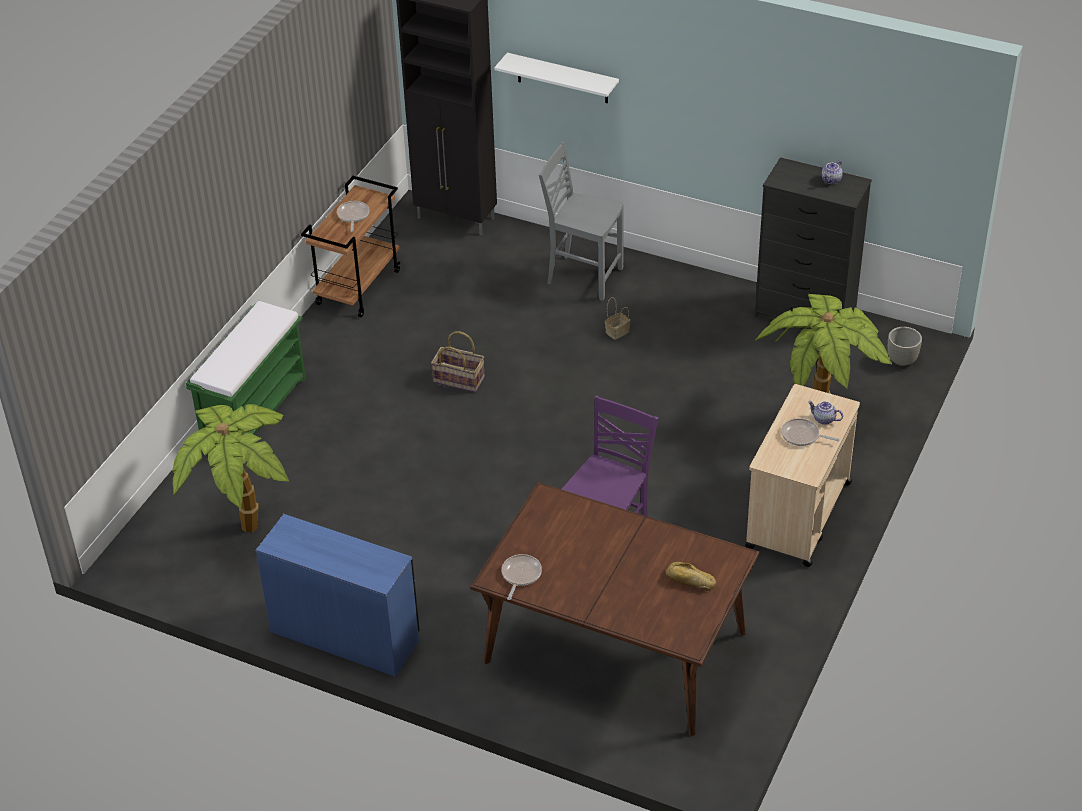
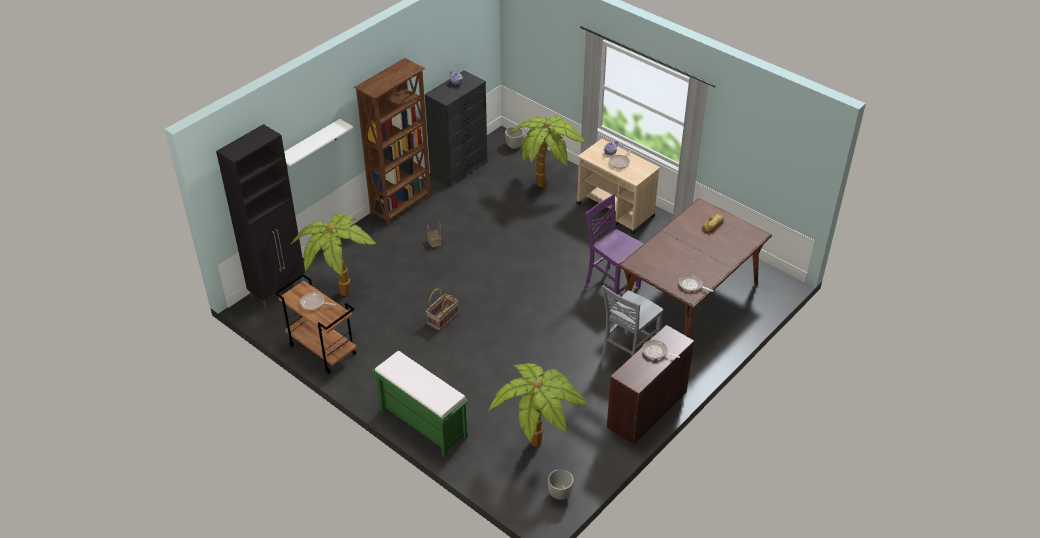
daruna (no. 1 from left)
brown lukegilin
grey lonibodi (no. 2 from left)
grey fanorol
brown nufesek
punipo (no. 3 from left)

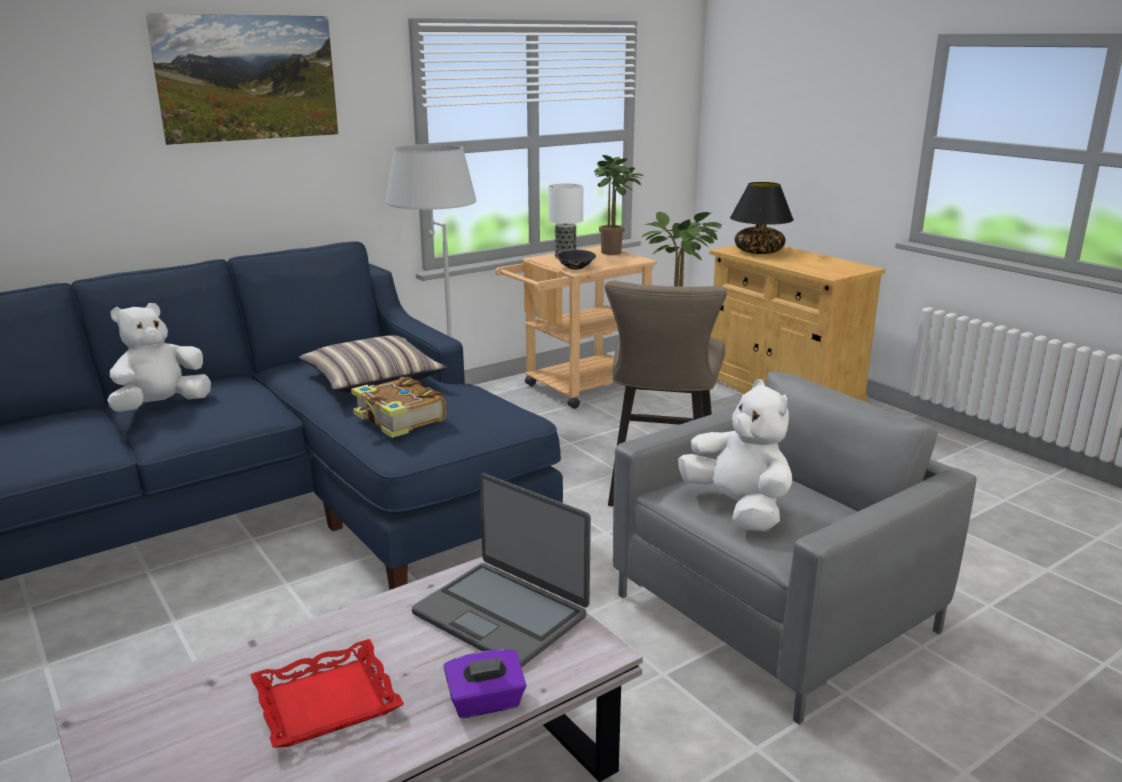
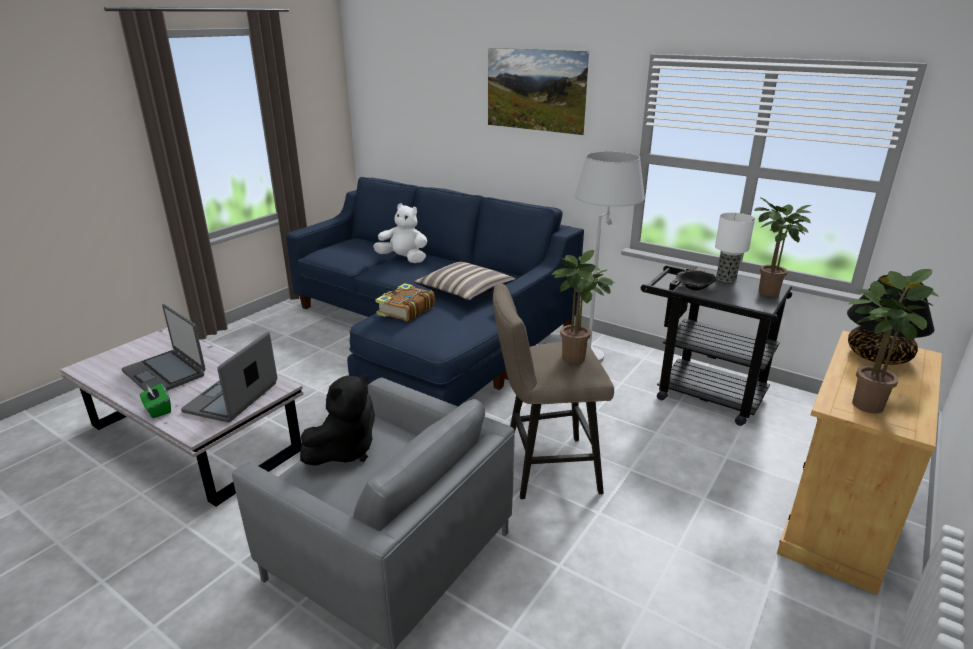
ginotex (no. 1 from left)
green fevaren
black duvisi
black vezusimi
daruna (no. 3 from left)

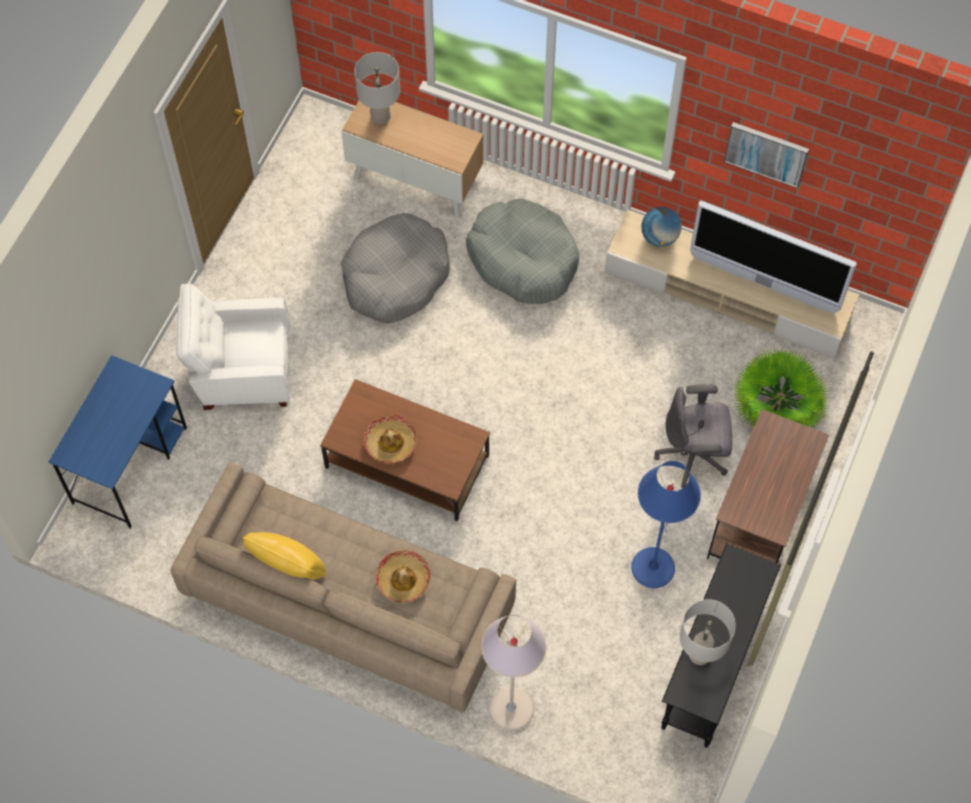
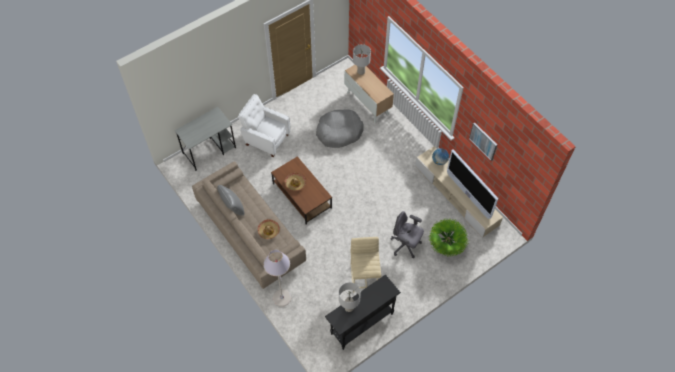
grey nufesek
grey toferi
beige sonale
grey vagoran (no. 2 from left in the first image)
brown nufesek

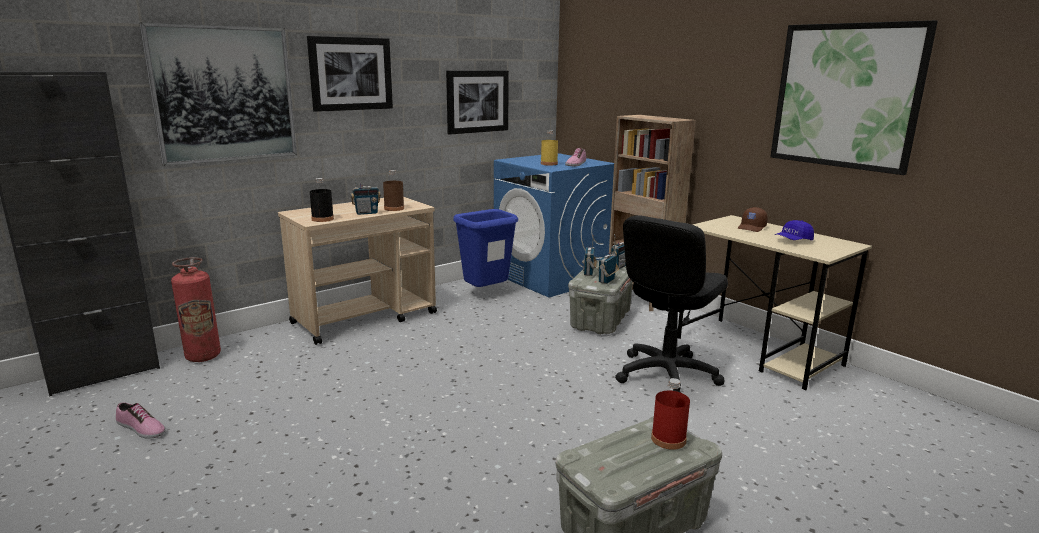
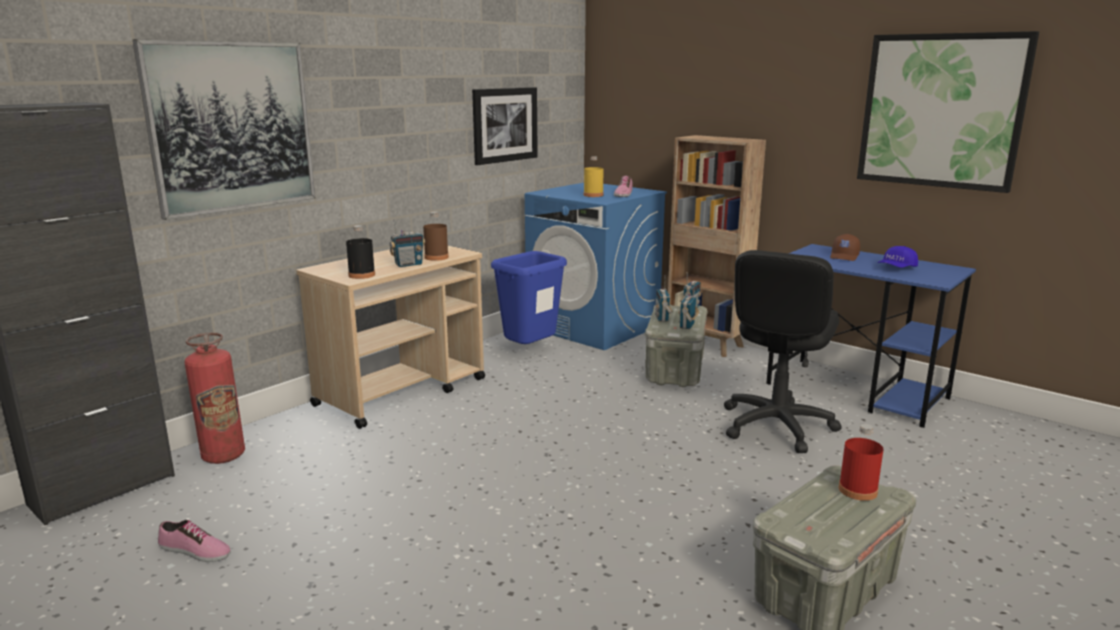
blue nufesek
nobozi (no. 2 from left in the first image)

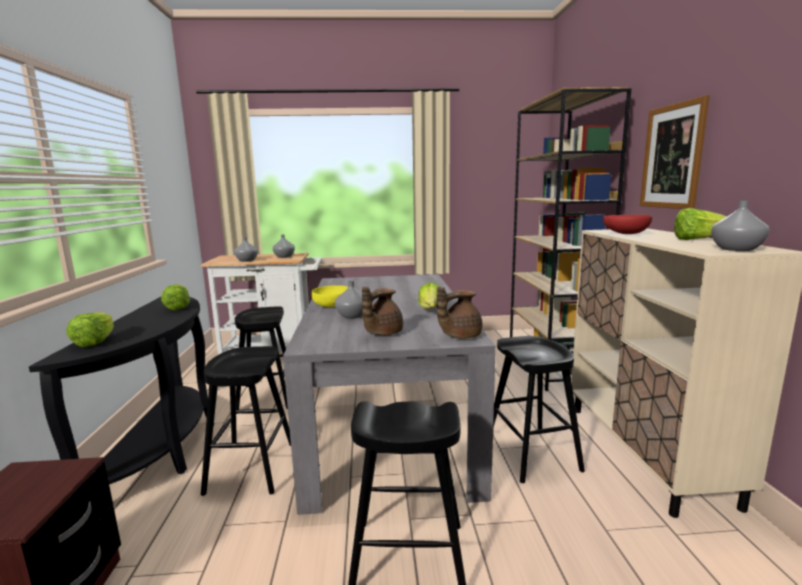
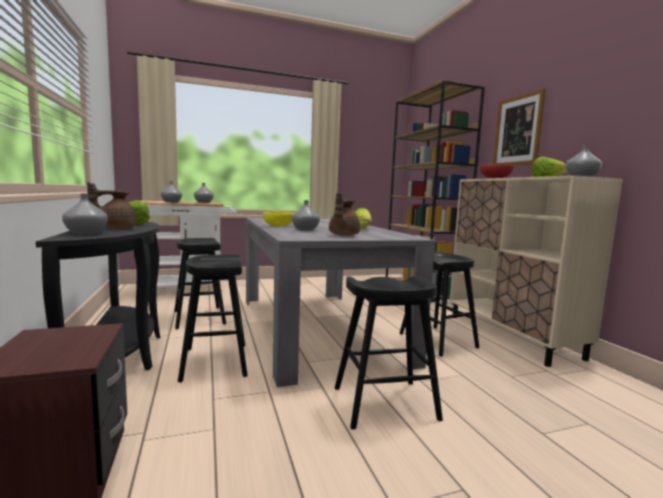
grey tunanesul (no. 1 from left)
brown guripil (no. 1 from left)

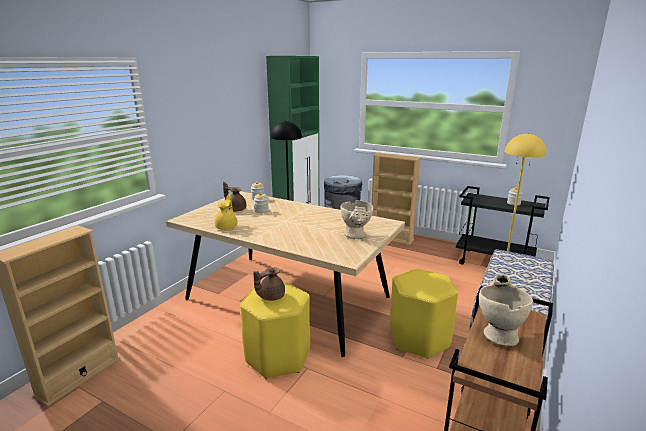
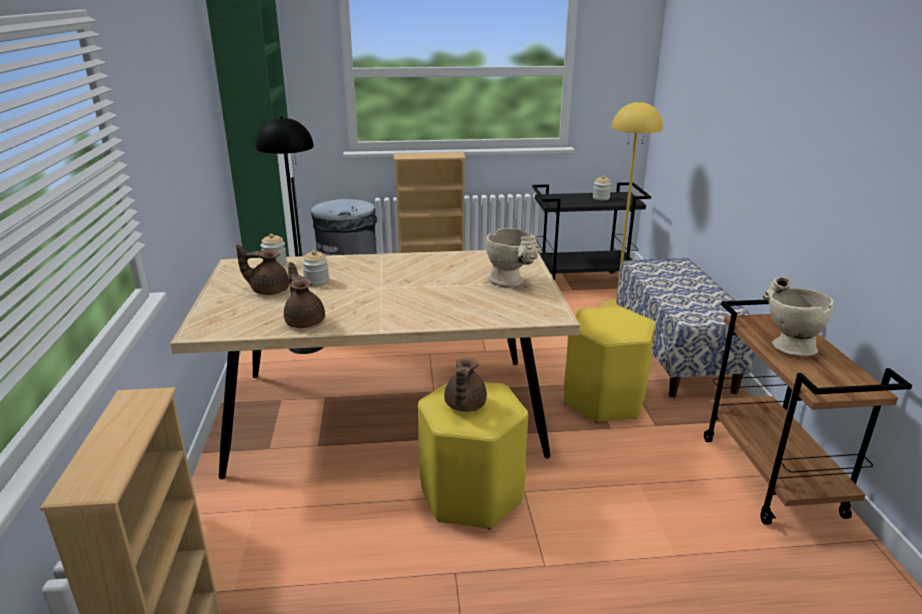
brown guripil (no. 2 from left)

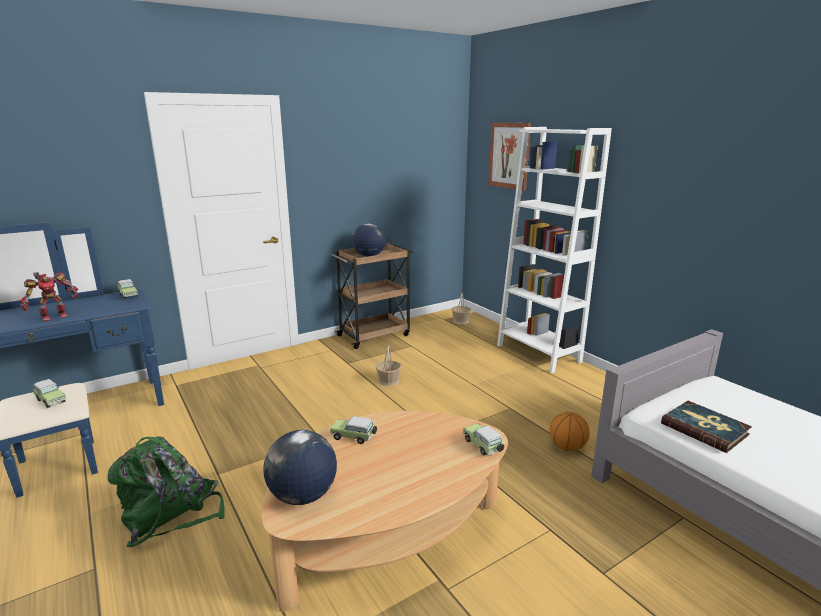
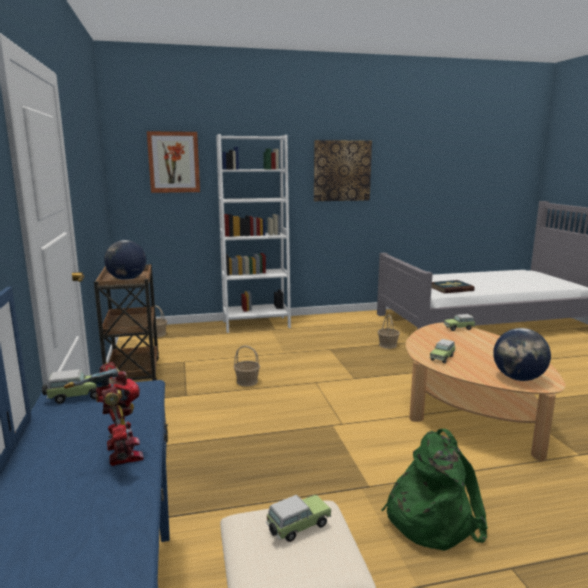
nobozi (no. 2 from left)
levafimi (no. 3 from left)

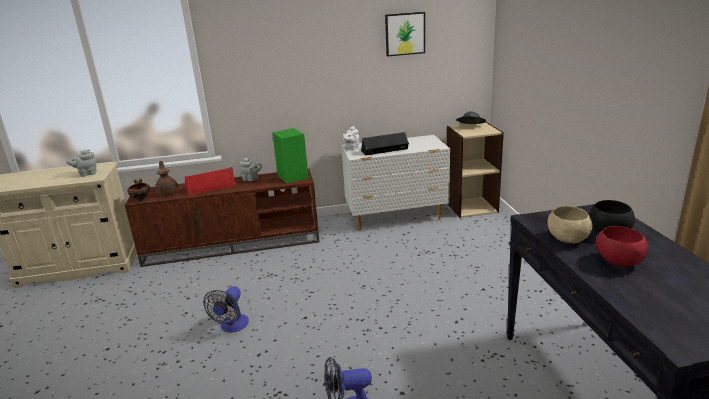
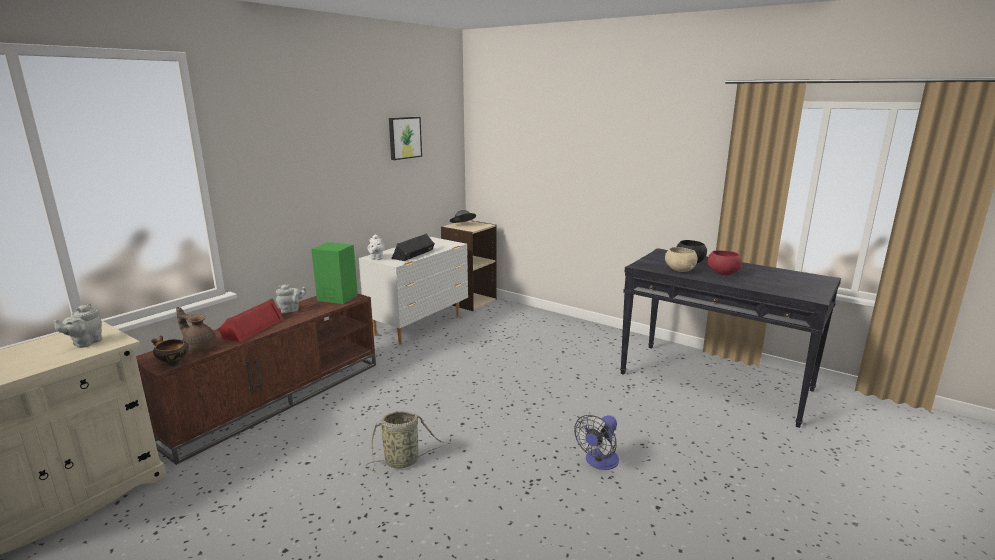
levafimi

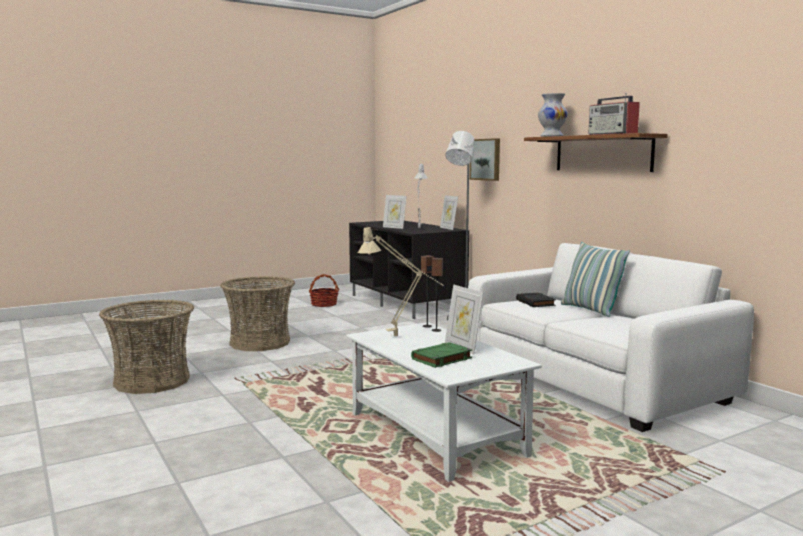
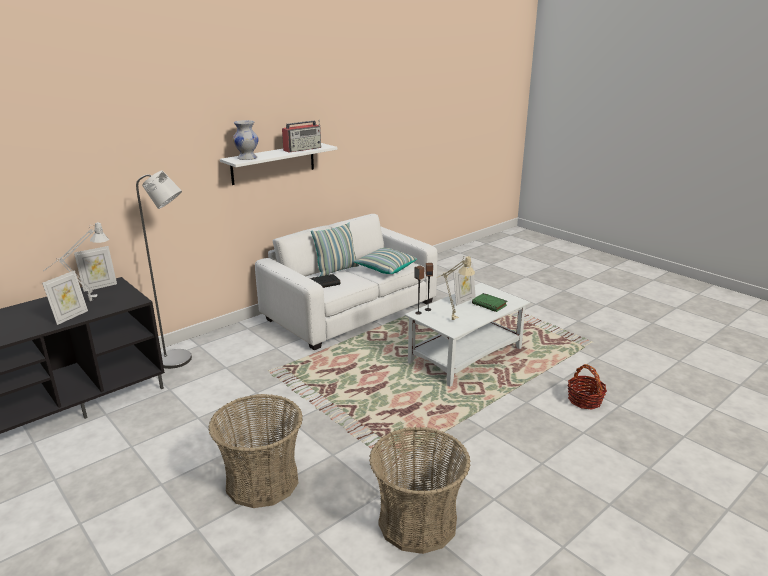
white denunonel
toferi (no. 2 from left)
levafimi (no. 3 from left)
nobozi

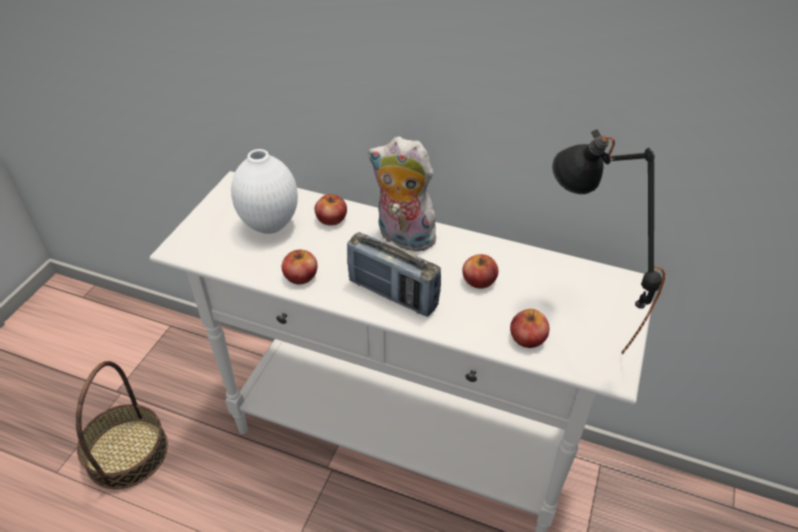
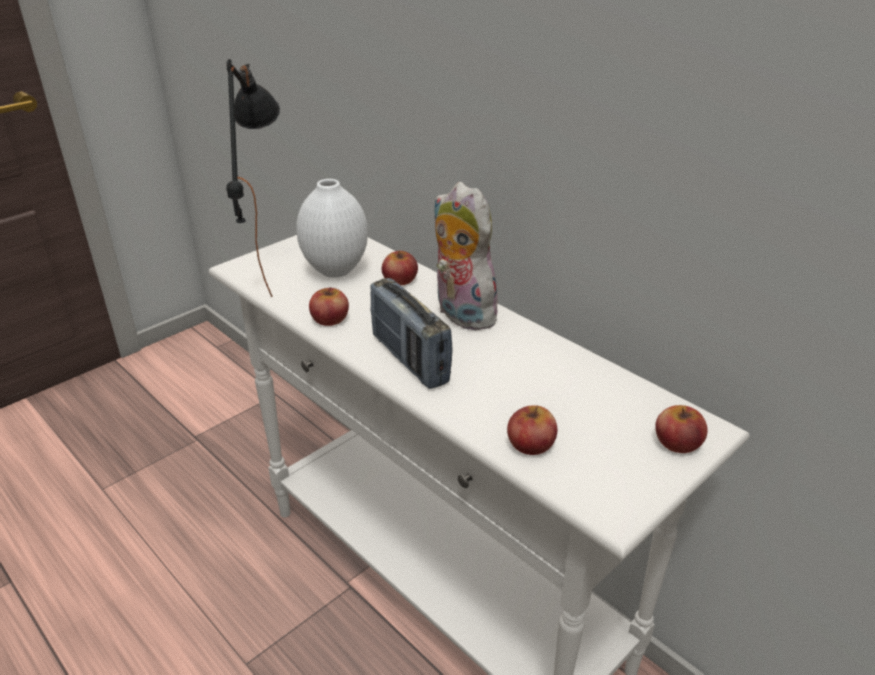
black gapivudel
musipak (no. 4 from left)
levafimi

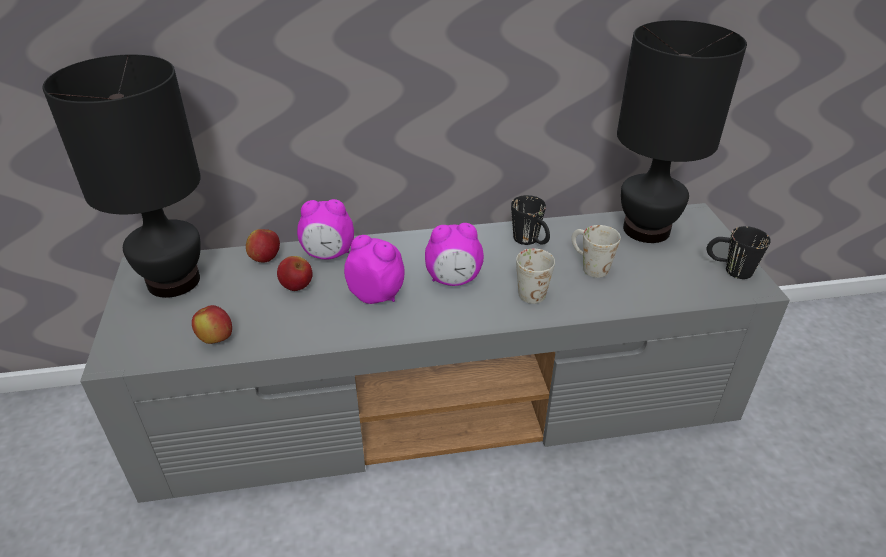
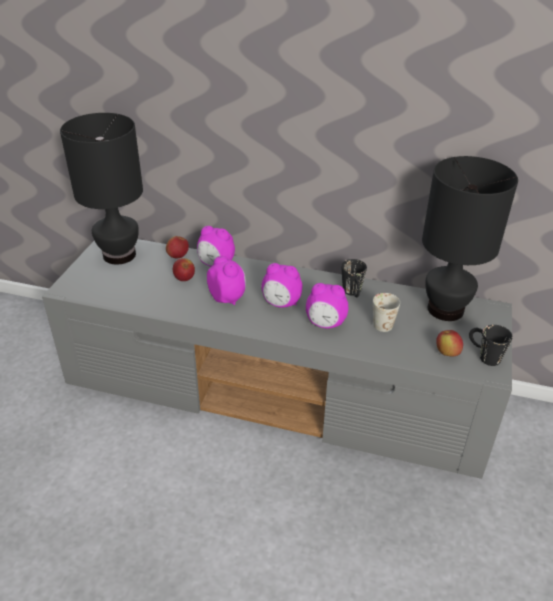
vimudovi (no. 4 from left)
musipak (no. 3 from left)

